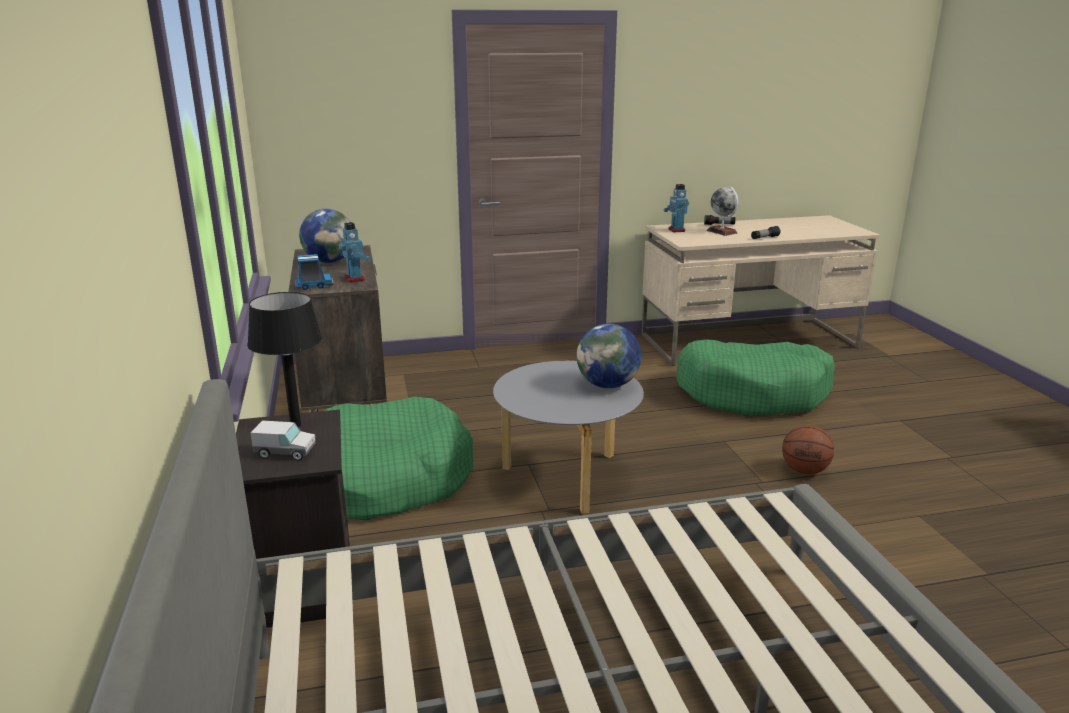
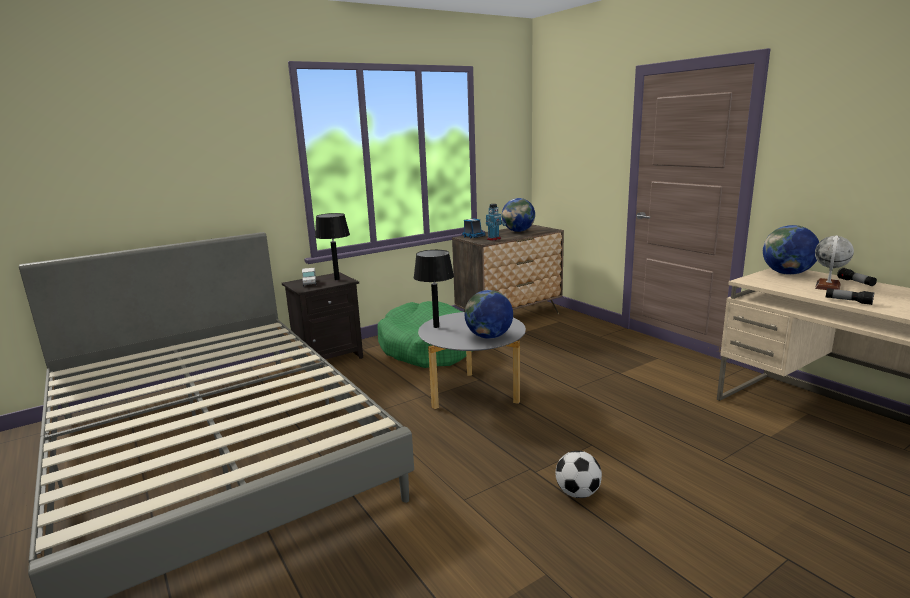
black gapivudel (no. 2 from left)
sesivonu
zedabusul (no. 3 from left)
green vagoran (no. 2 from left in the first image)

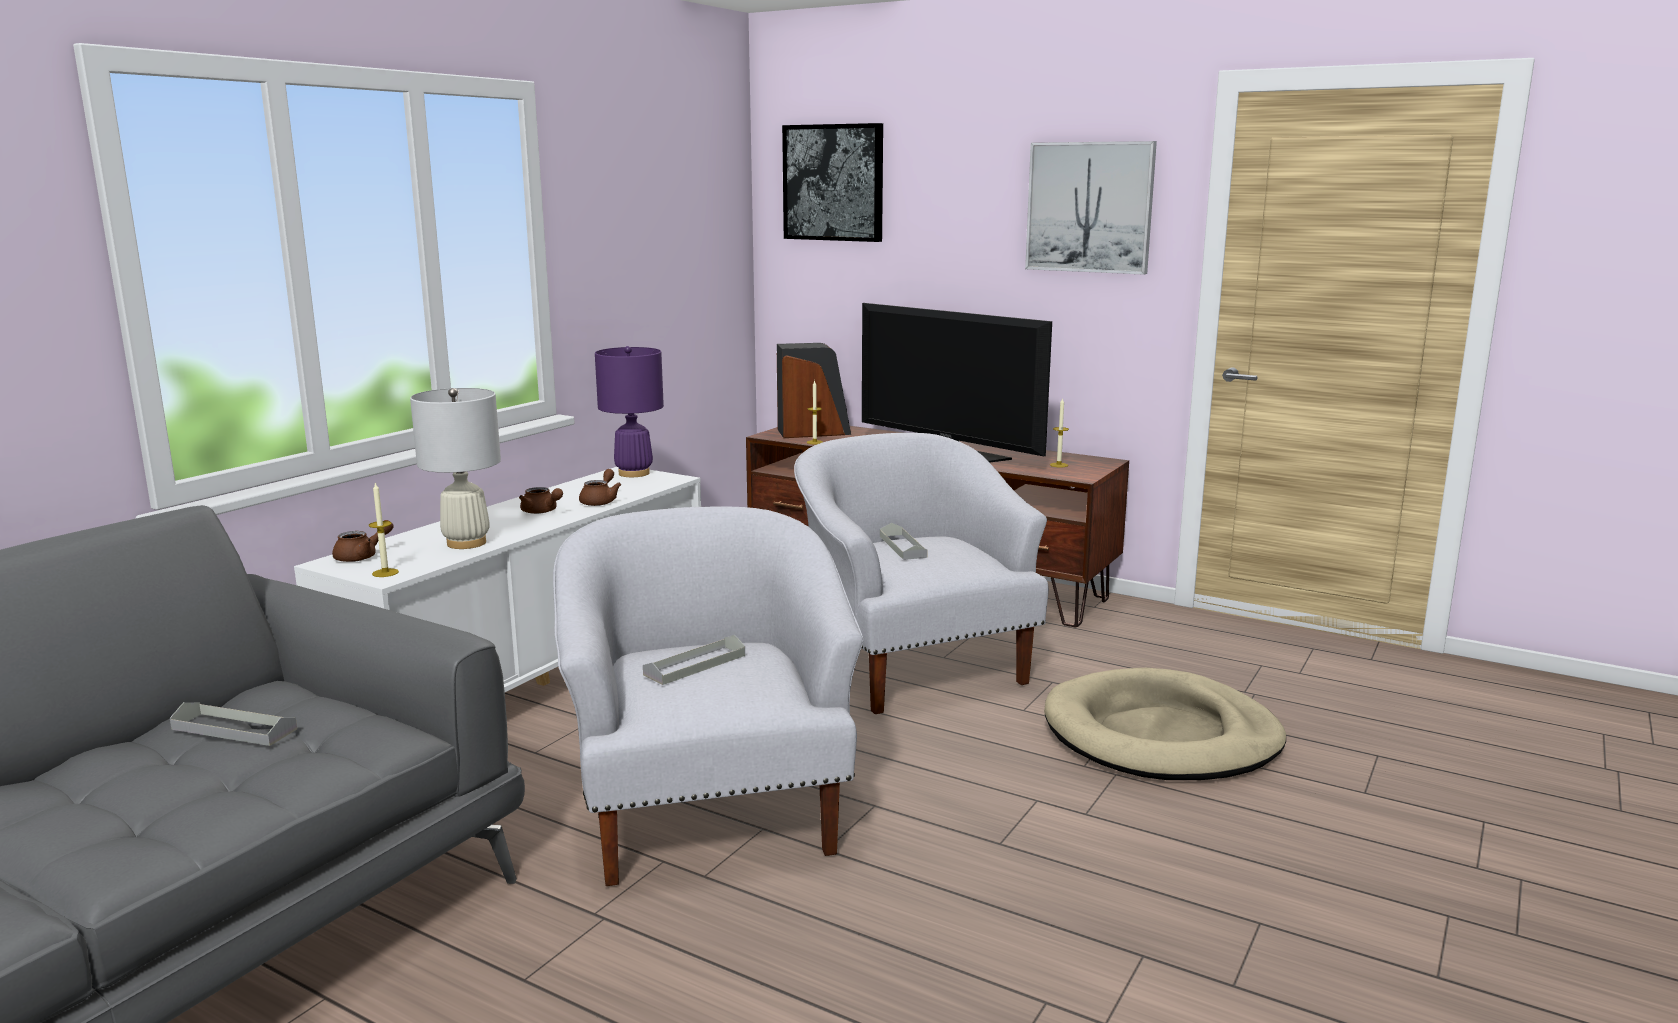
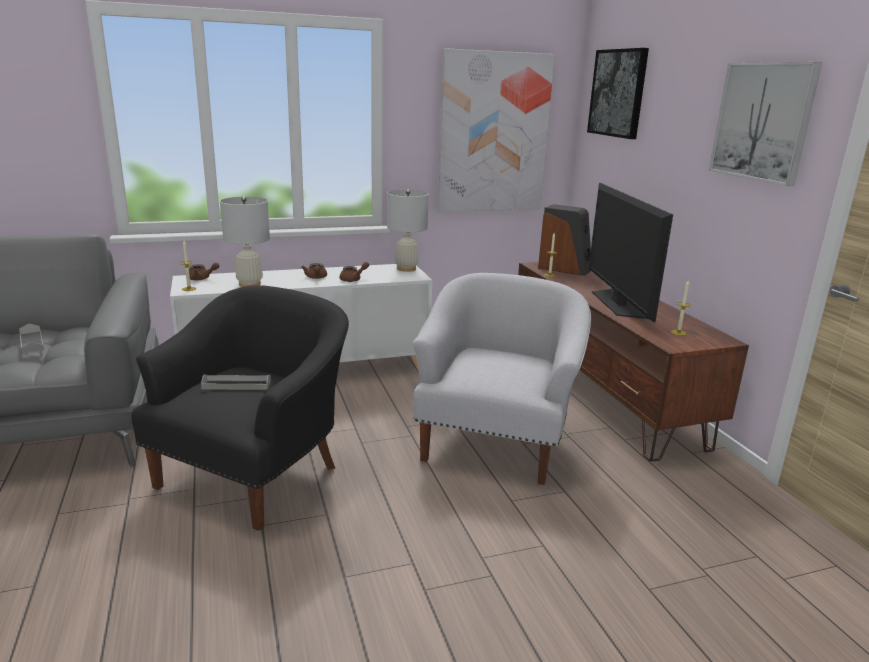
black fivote
white gapivudel (no. 2 from left)
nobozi (no. 1 from left)
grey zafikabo (no. 3 from left in the first image)
beige vagoran

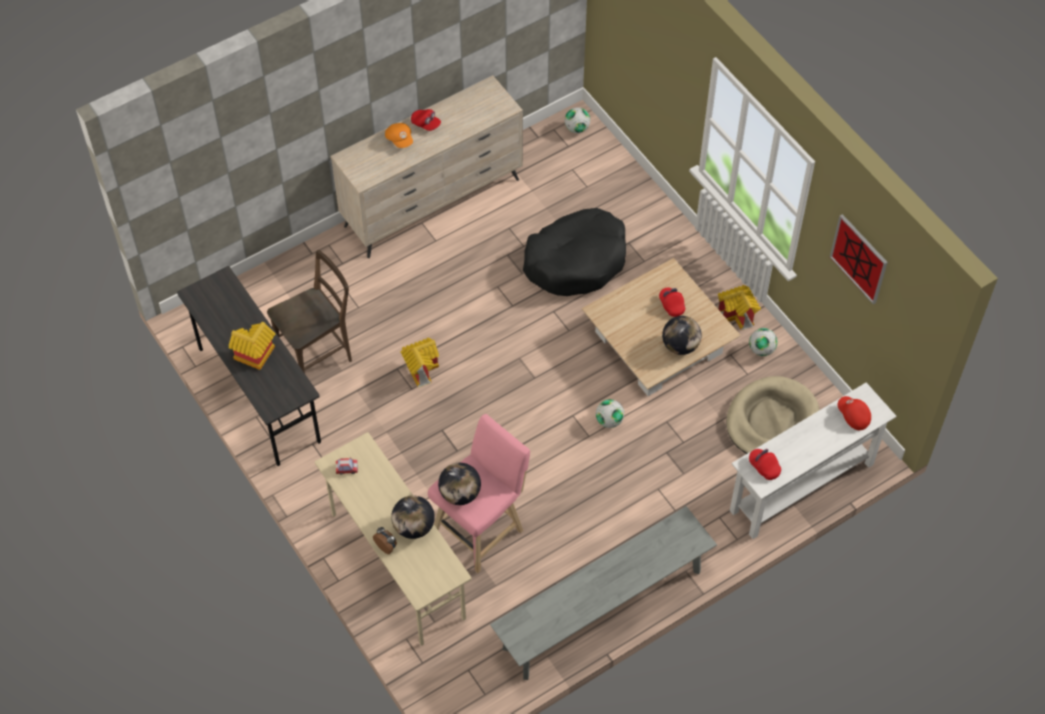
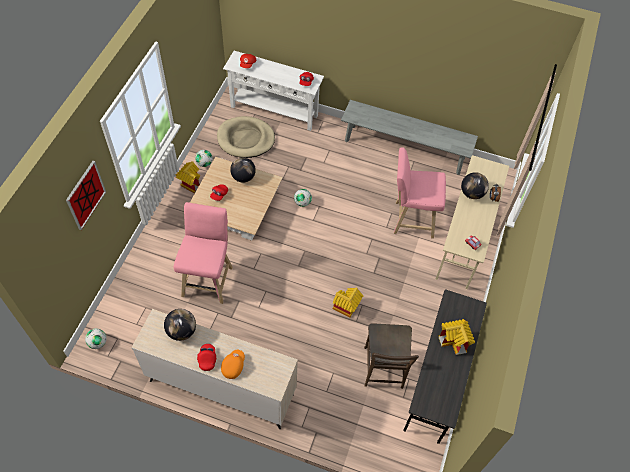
nobozi
zedabusul (no. 1 from left)
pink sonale (no. 1 from left)
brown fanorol

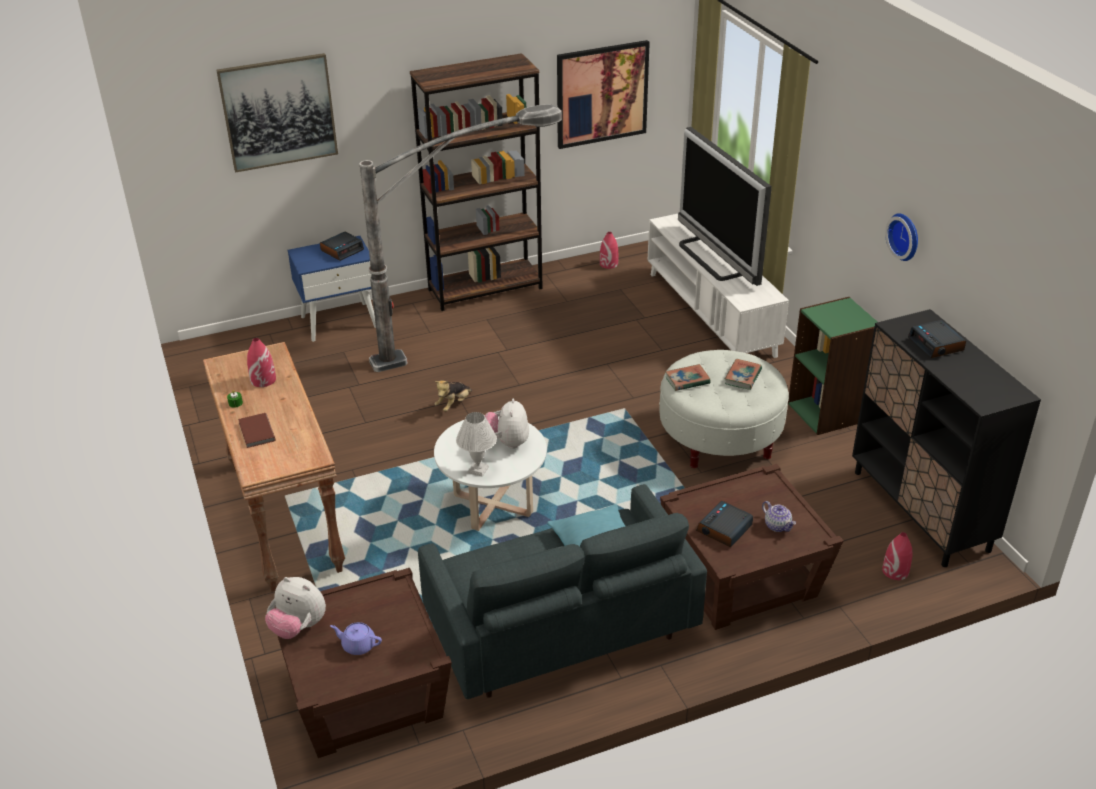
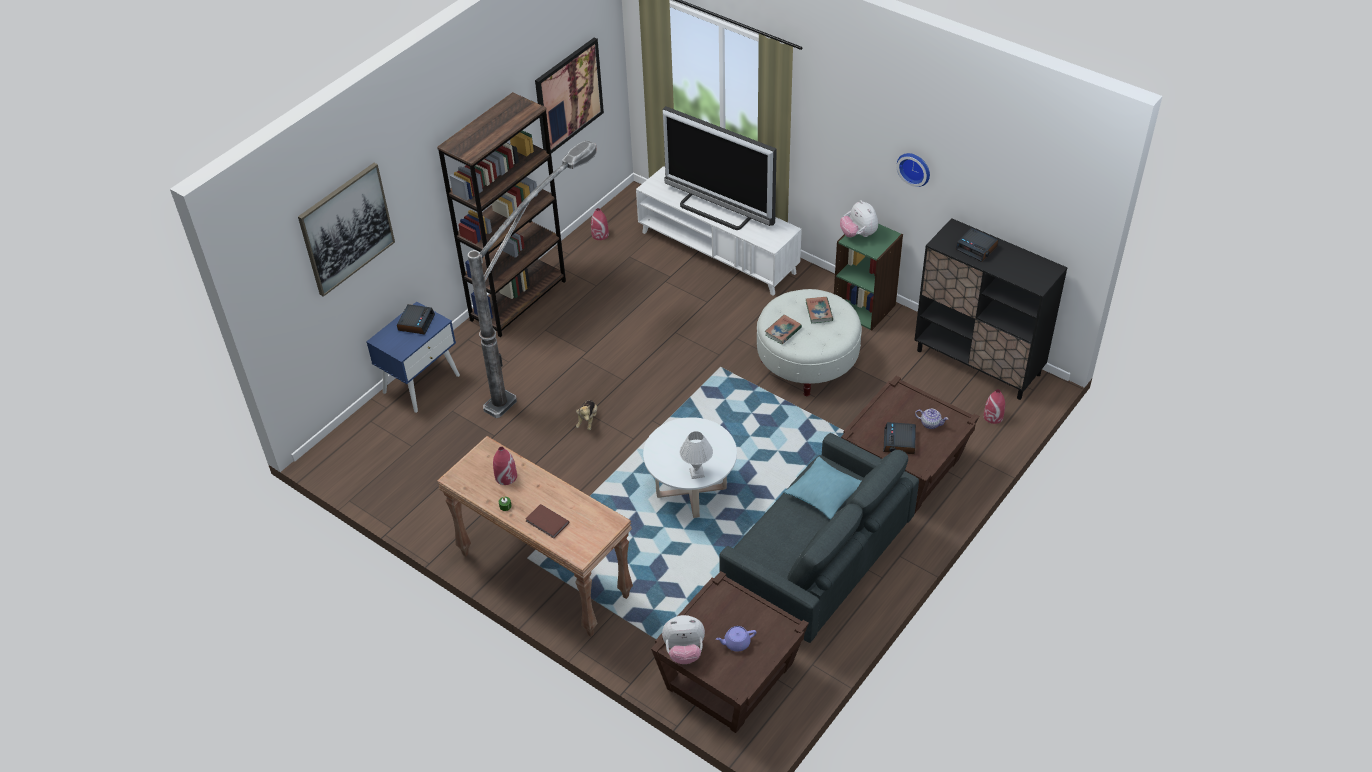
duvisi (no. 3 from left)

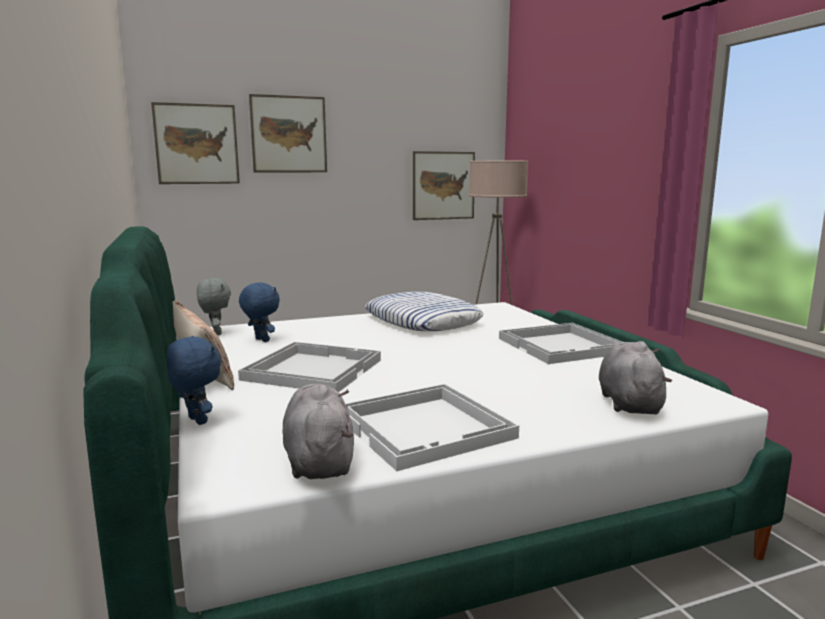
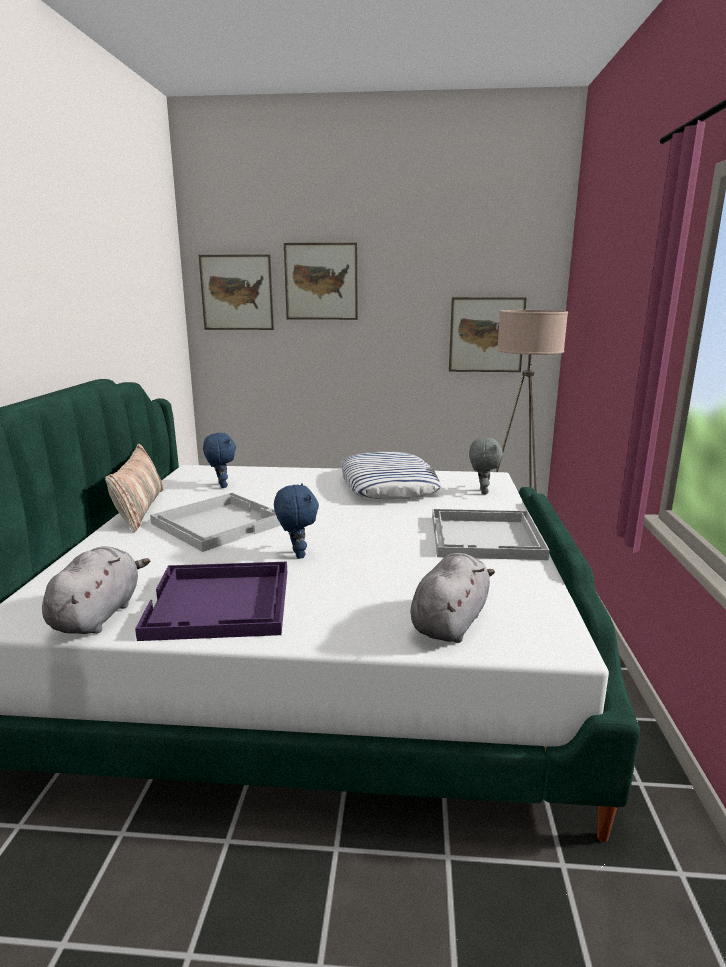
purple zafikabo
blue duvisi (no. 2 from left)
grey duvisi (no. 3 from left)

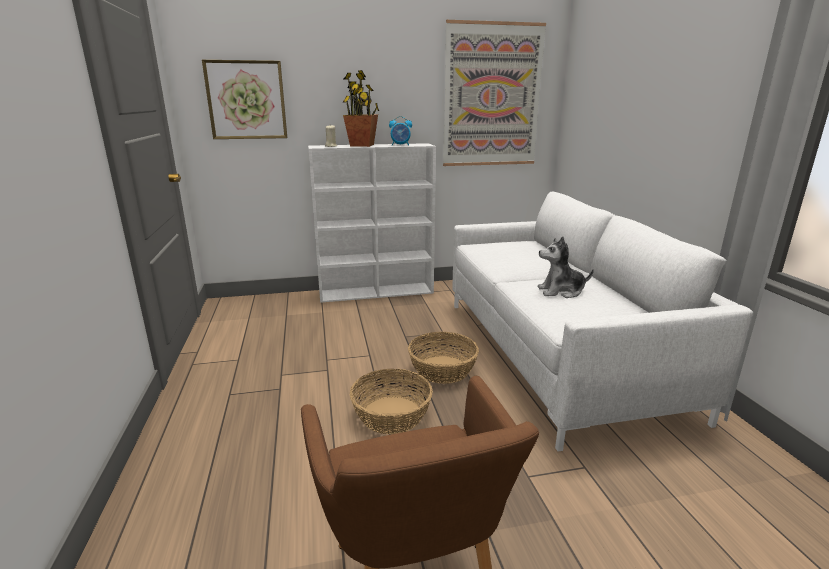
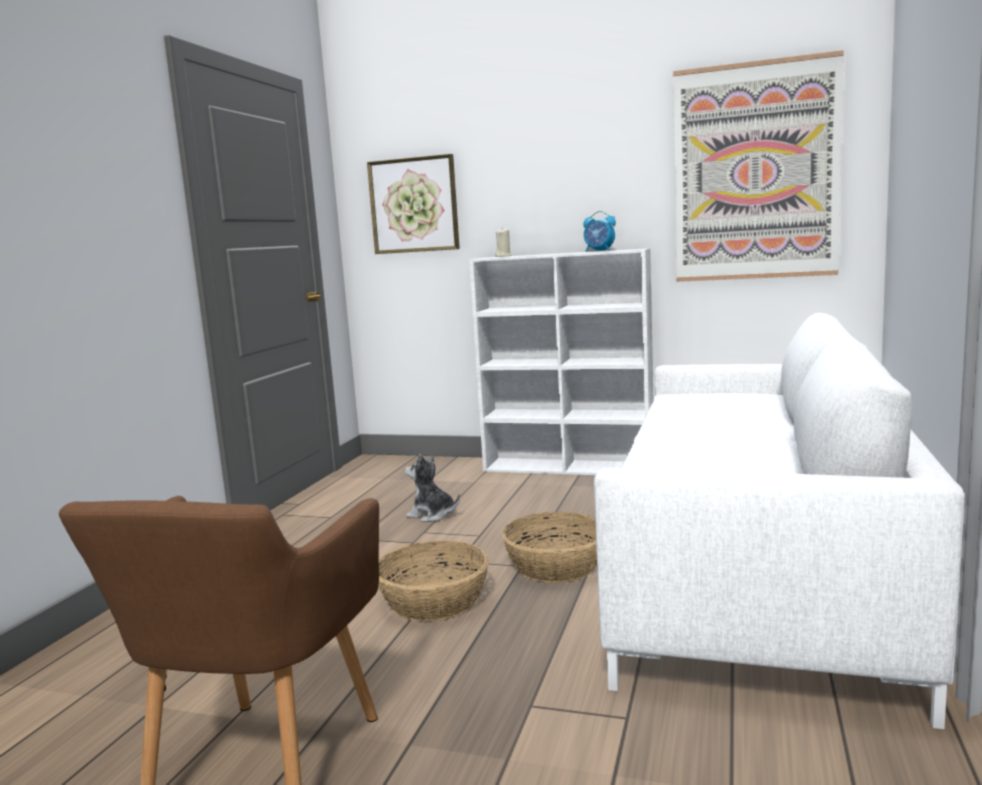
duvisi
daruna

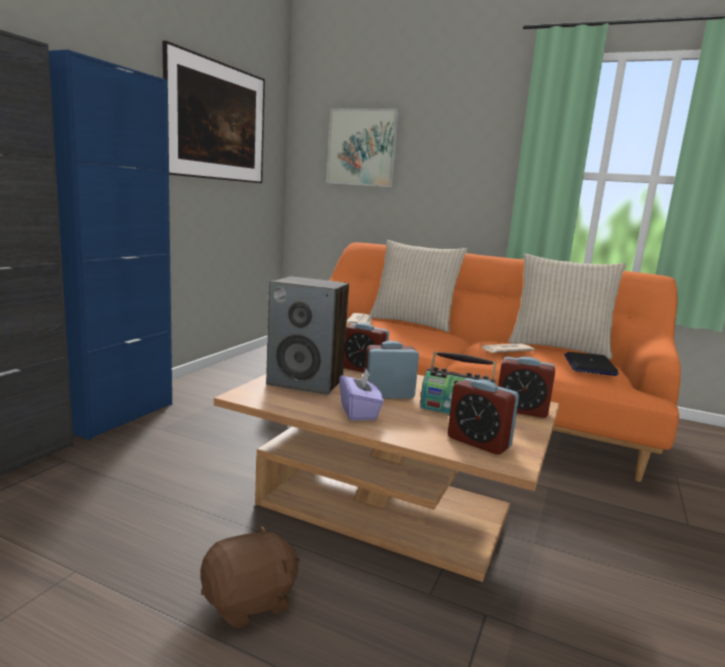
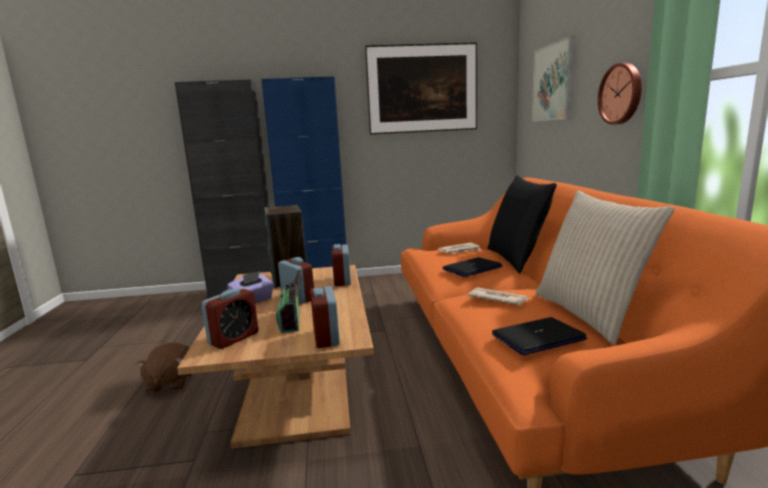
brown duvisi
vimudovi (no. 1 from left)
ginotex (no. 1 from left)
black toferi
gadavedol

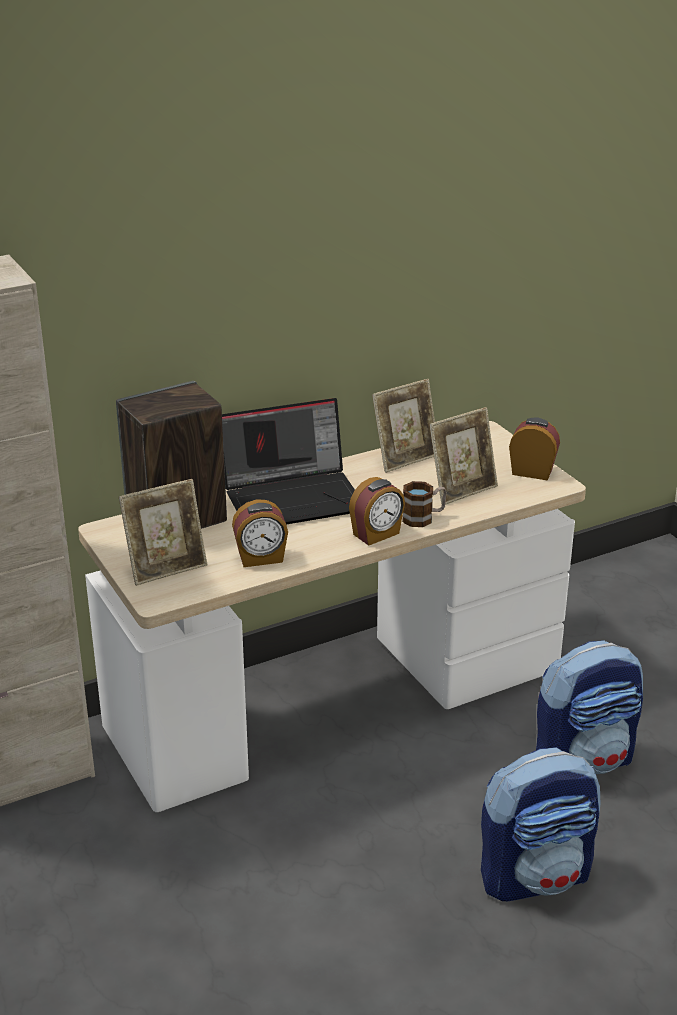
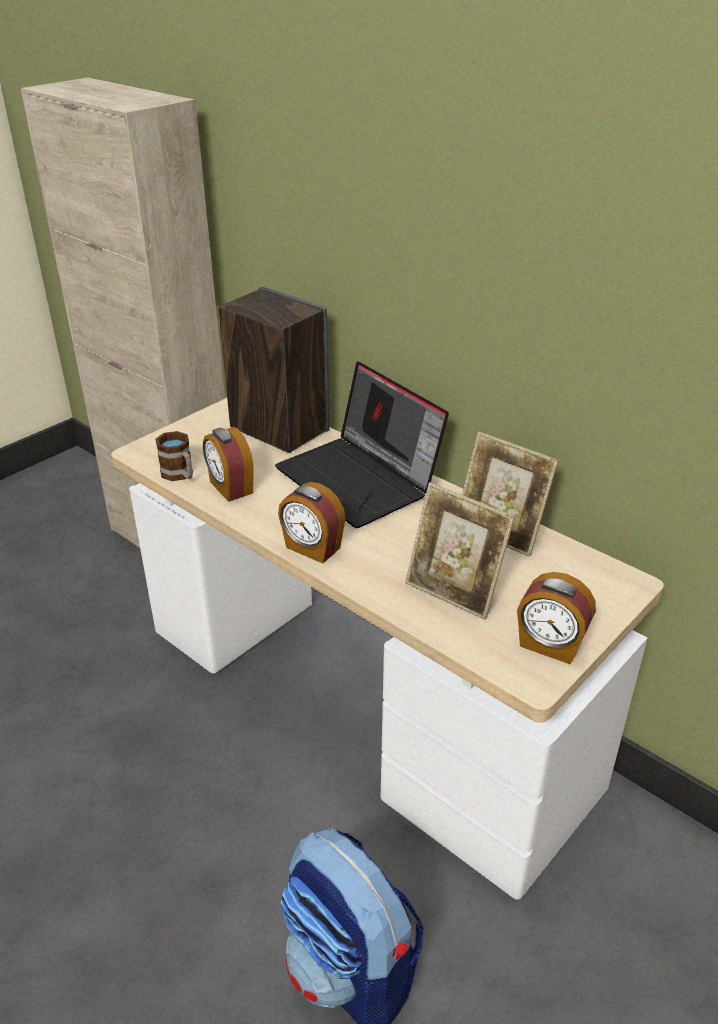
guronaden
vimudovi (no. 3 from left)
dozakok (no. 1 from left in the first image)
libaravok (no. 1 from left in the first image)

